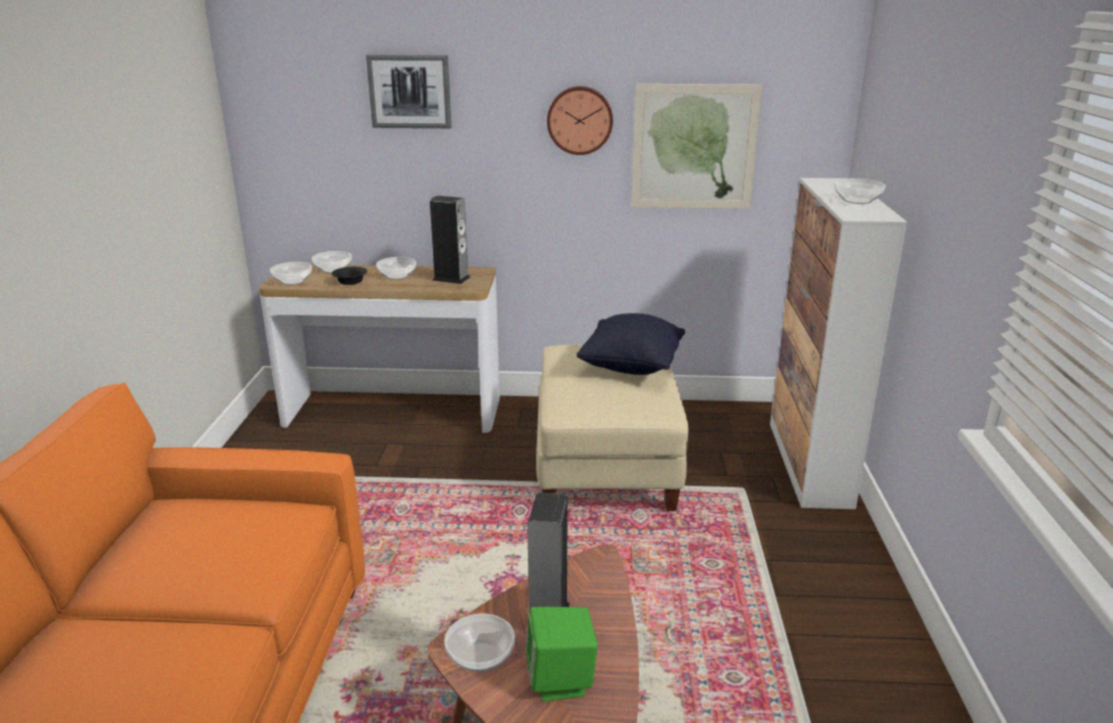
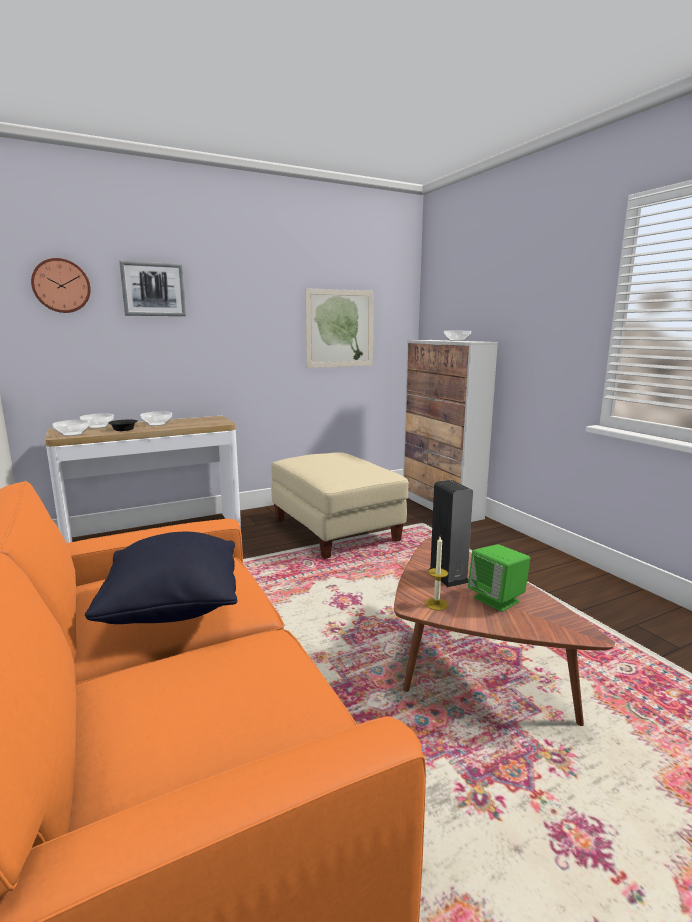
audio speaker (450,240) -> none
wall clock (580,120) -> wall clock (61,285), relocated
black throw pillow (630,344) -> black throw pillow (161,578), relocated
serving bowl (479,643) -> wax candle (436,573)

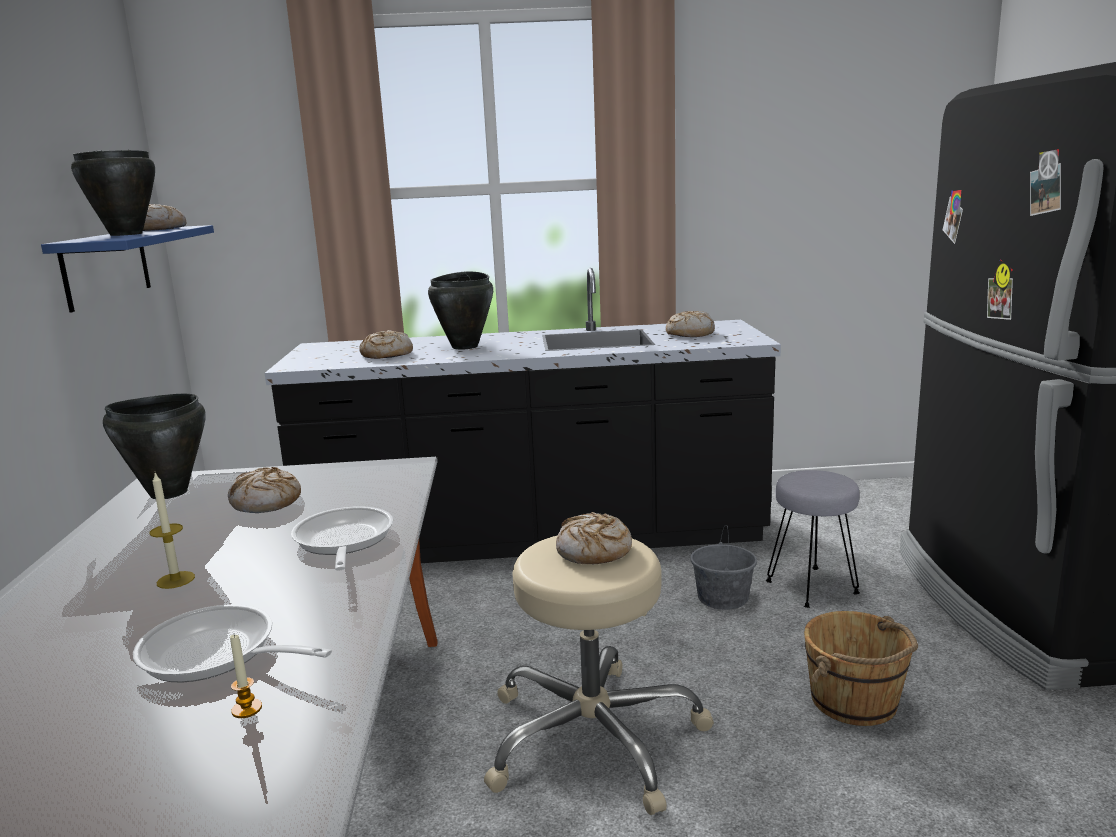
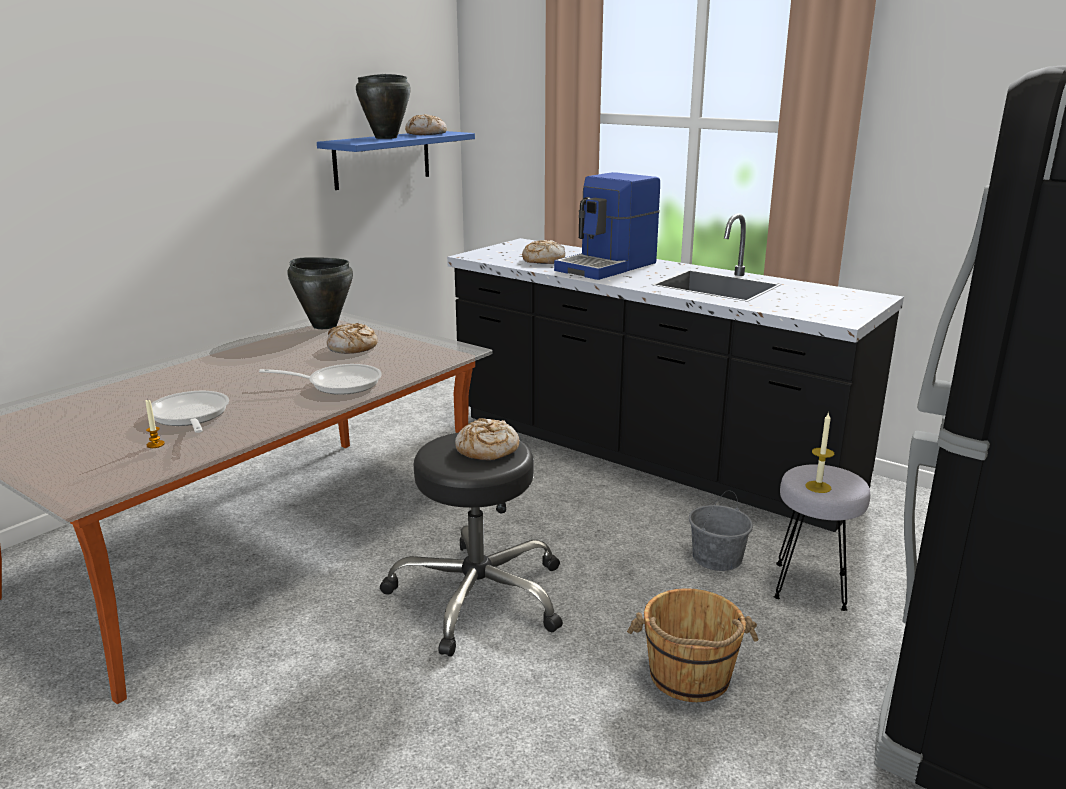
bakery bread (690,324) -> none
wax candle (172,531) -> wax candle (819,452), relocated
black stockpot (460,310) -> coffee brewer (607,226)
sand-coloured stool seat (599,675) -> black stool seat (471,544)
frying pan (342,538) -> frying pan (320,379), 60 degrees clockwise

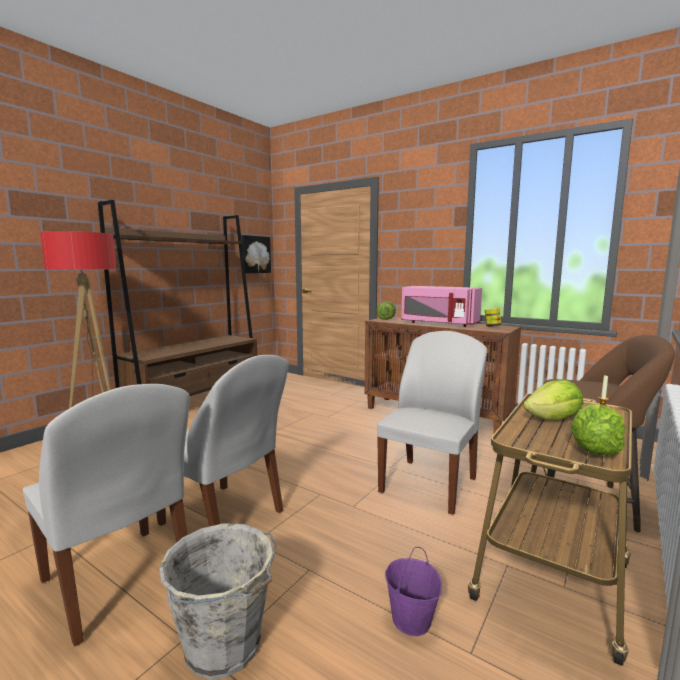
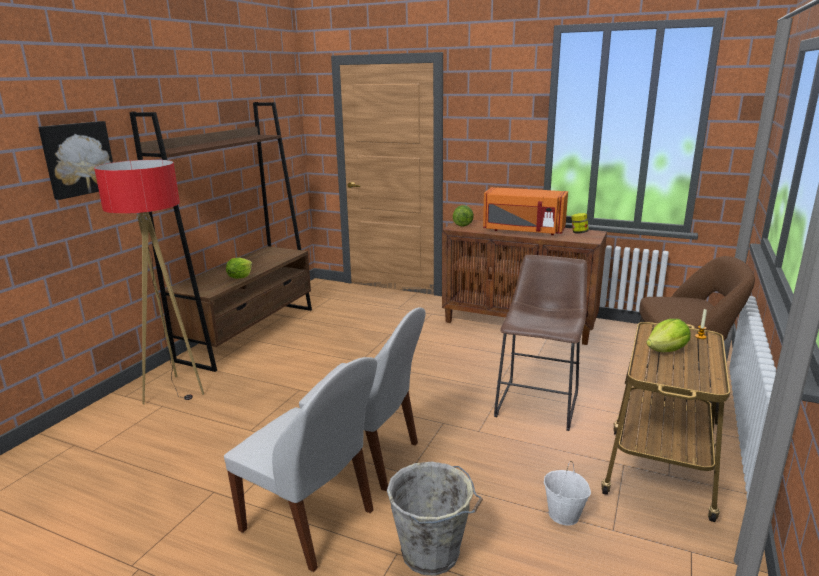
picture (256,254) -> picture (75,160), relocated
head of lettuce (598,429) -> head of lettuce (239,268), relocated
white-coloured plain chair (432,423) -> brown stool seat (540,343)
purplish pail (413,591) -> white-coloured pail (567,493)
pinkish kitchen microwave (441,306) -> orange-coloured kitchen microwave (525,211)

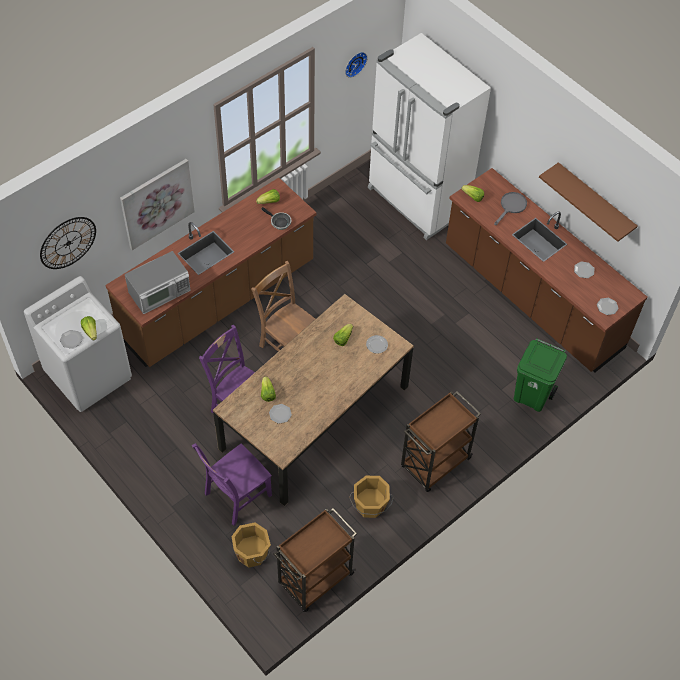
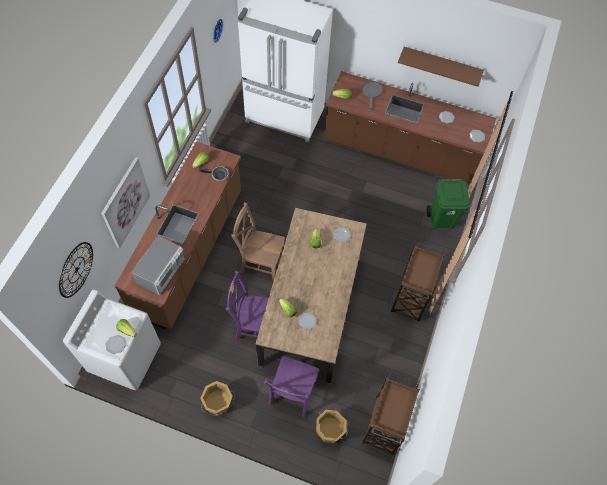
orange-coloured pail (371,497) -> orange-coloured pail (217,398), relocated

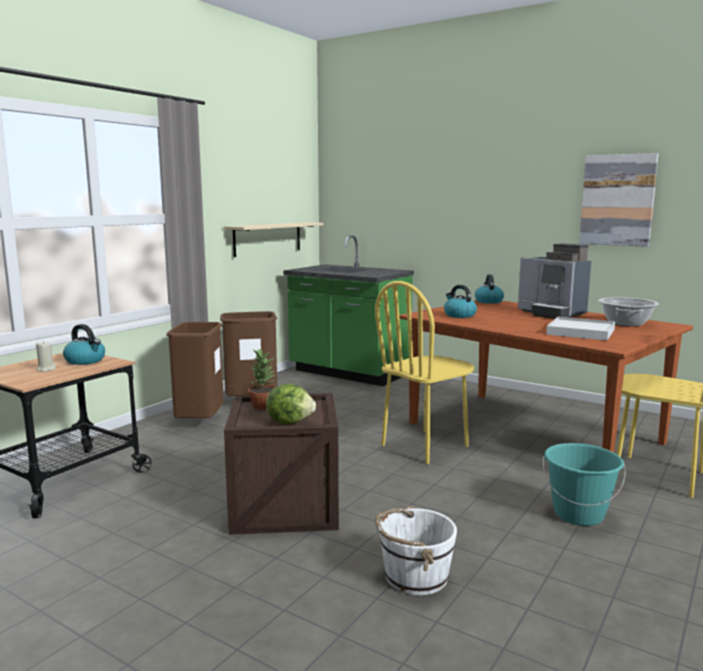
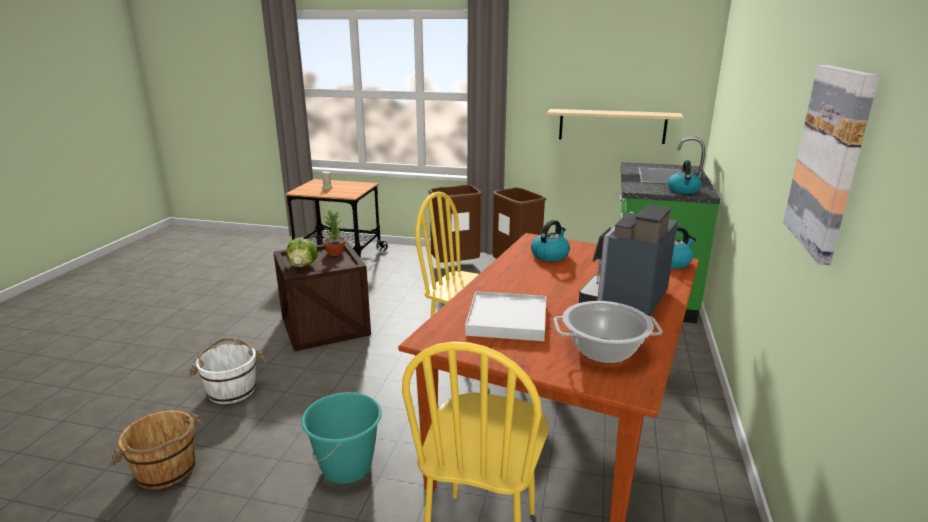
none -> brown pail (157,450)
water kettle (84,344) -> water kettle (685,177), relocated

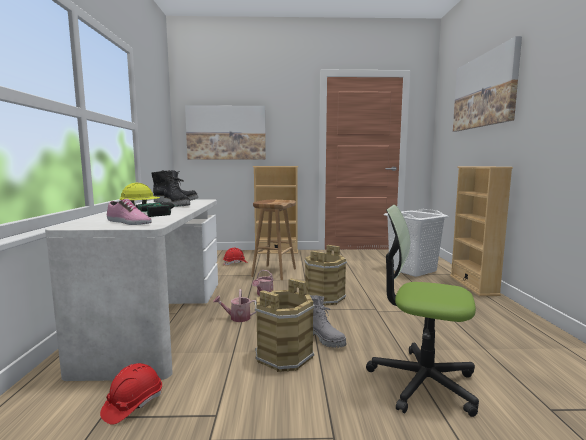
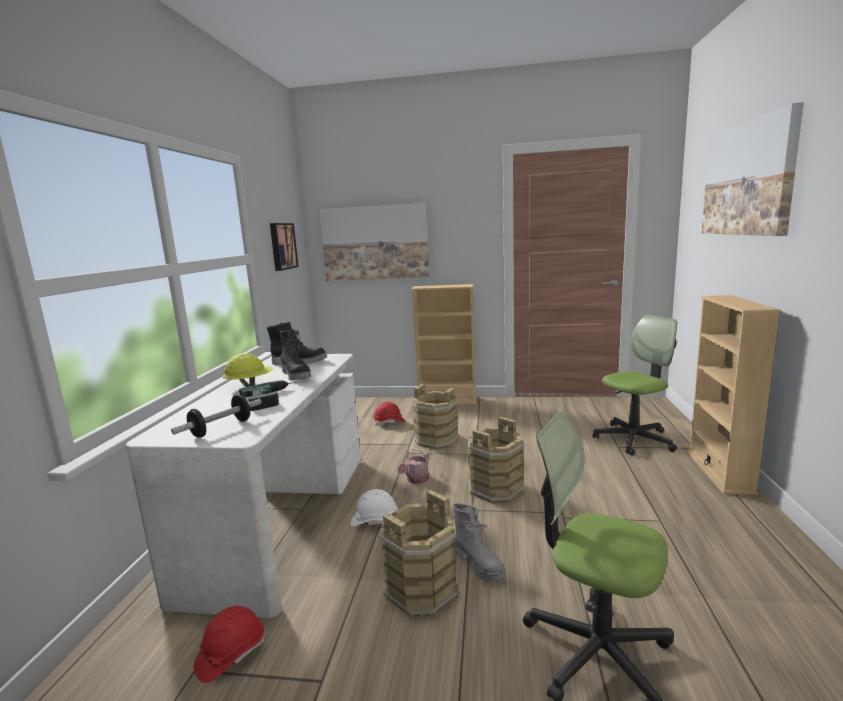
none -> picture (284,247)
shoe (129,212) -> hand weight (216,416)
watering pot (235,305) -> white-coloured safety helmet (374,507)
brown stool seat (273,240) -> brown pail (435,416)
white-coloured laundry basket (416,243) -> computer chair (635,385)

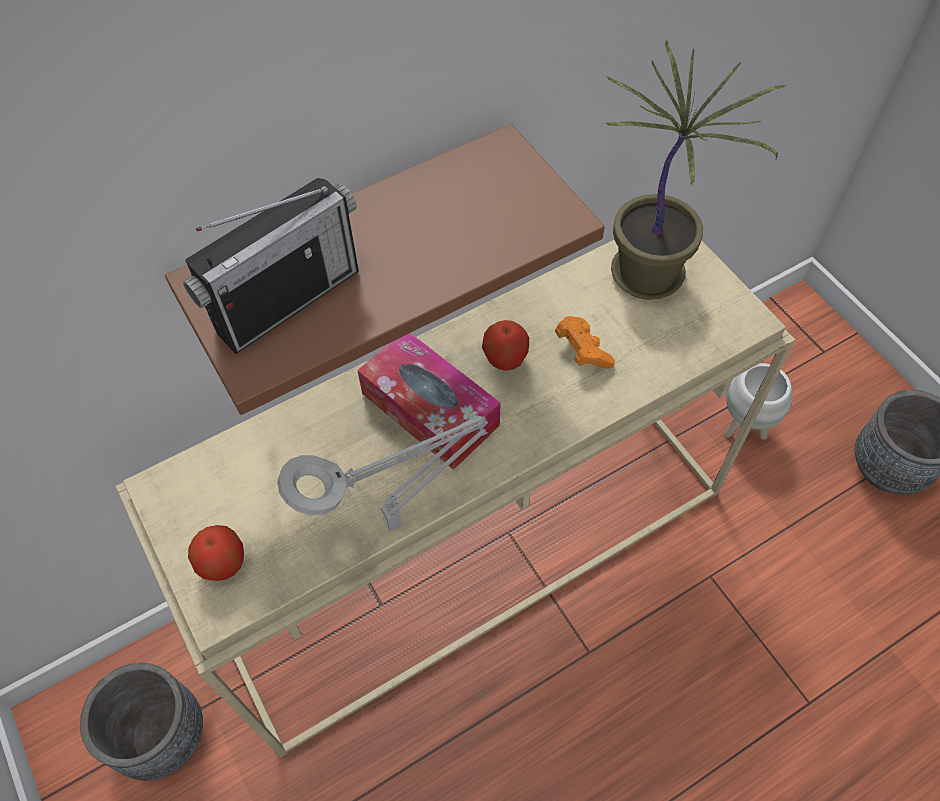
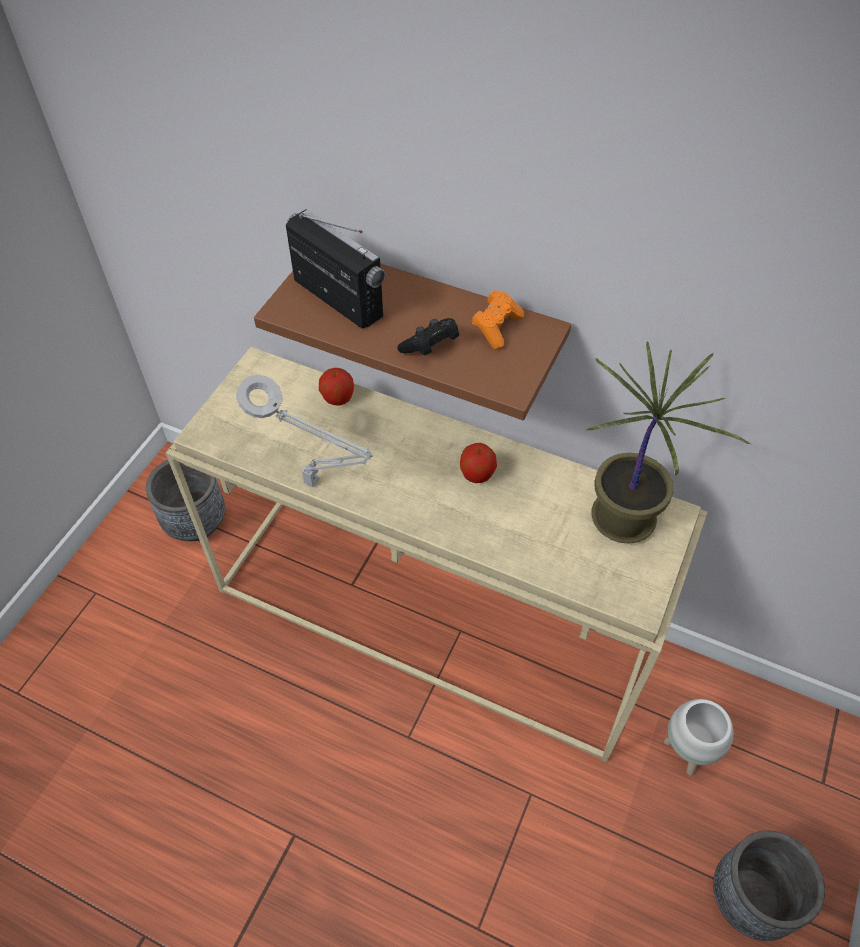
box of tissues (429,401) -> none
none -> black game controller (428,337)
whole apple (216,553) -> whole apple (336,387), relocated
orange-coloured game controller (585,342) -> orange-coloured game controller (498,319), relocated
radio set (271,266) -> radio set (336,269), 150 degrees counterclockwise

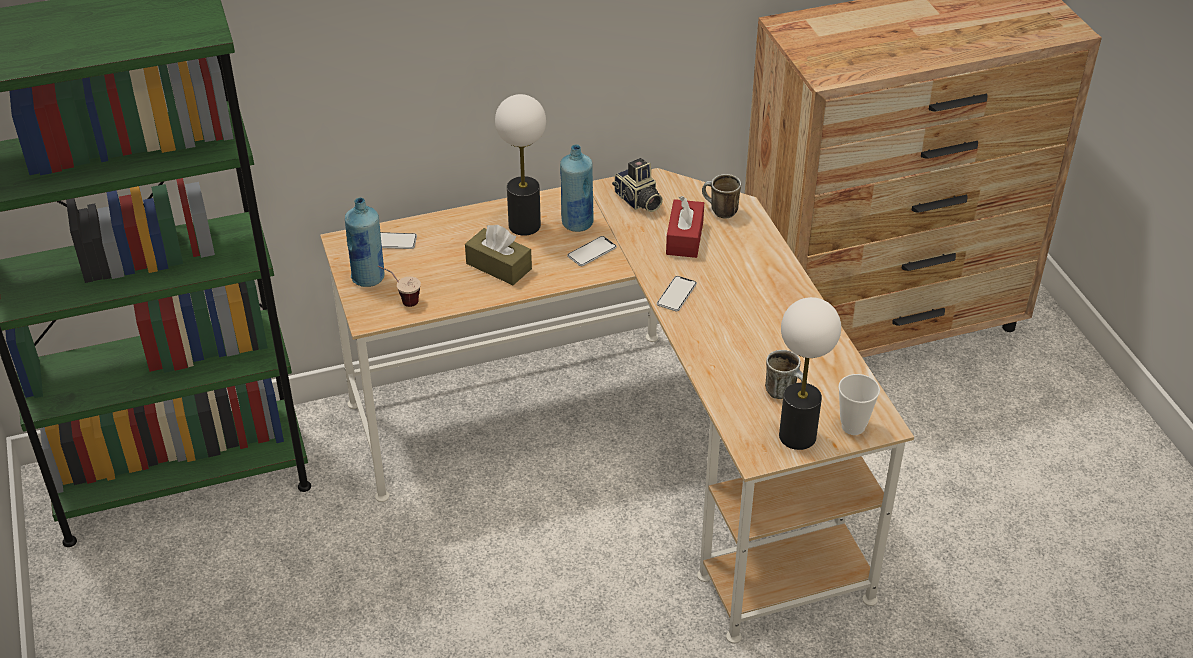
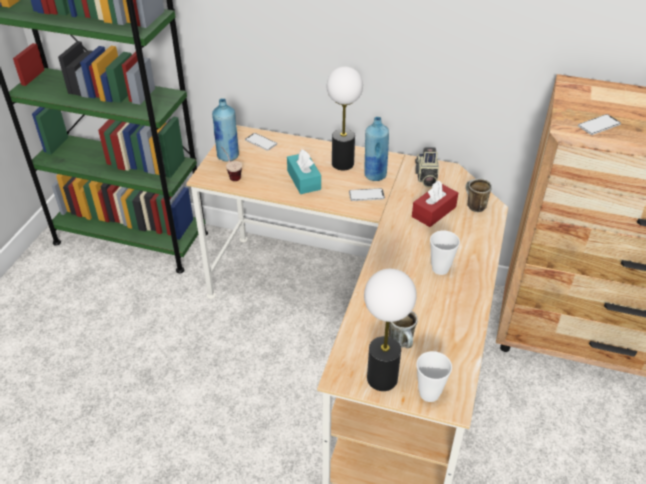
none -> cup (445,253)
telephone (677,293) -> telephone (599,124), relocated
brown box of tissues (498,255) -> turquoise box of tissues (304,171)

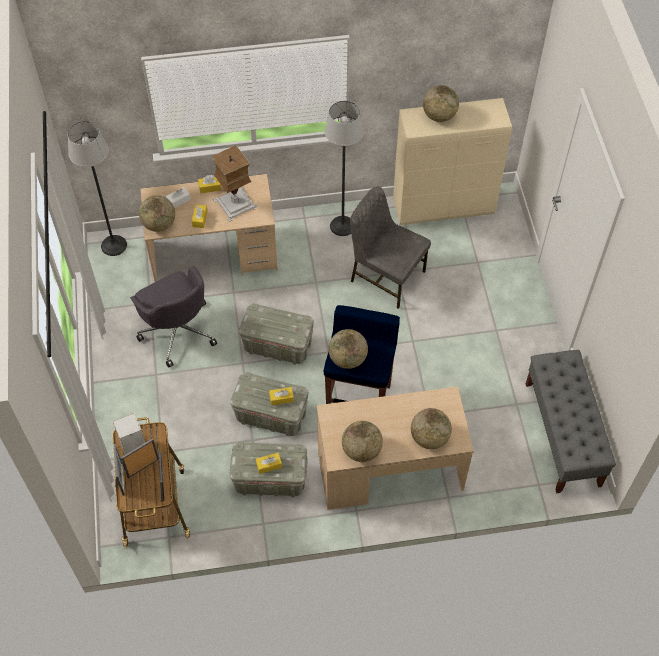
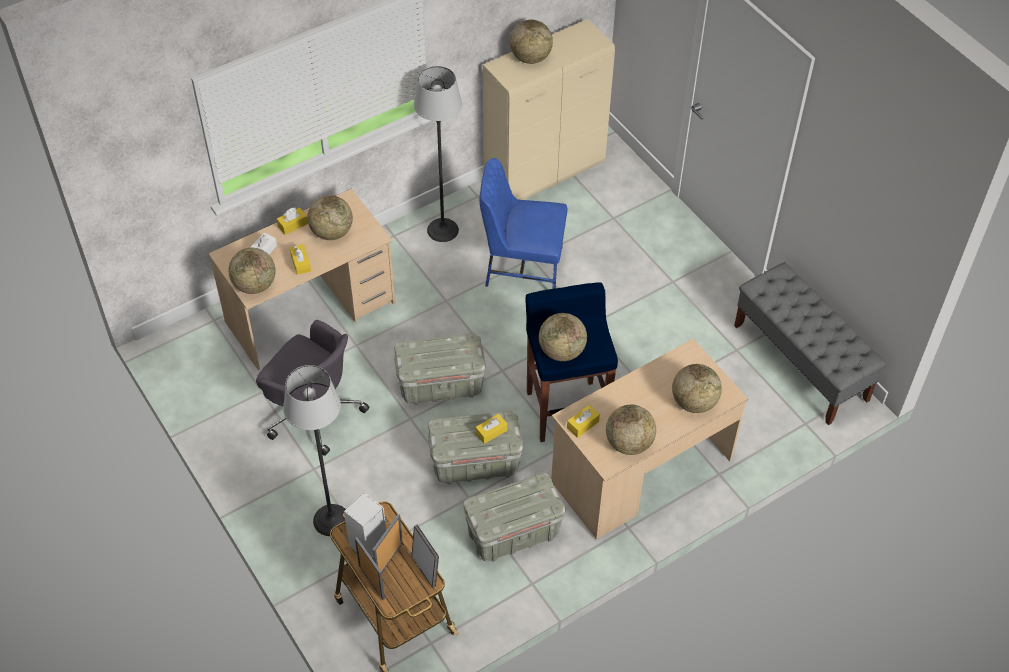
standing lamp (97,188) -> standing lamp (314,450), relocated
yellow-coloured box of tissues (269,463) -> yellow-coloured box of tissues (583,421), relocated
table lamp (234,183) -> globe (330,217)
gray plain chair (390,247) -> blue plain chair (523,223)

